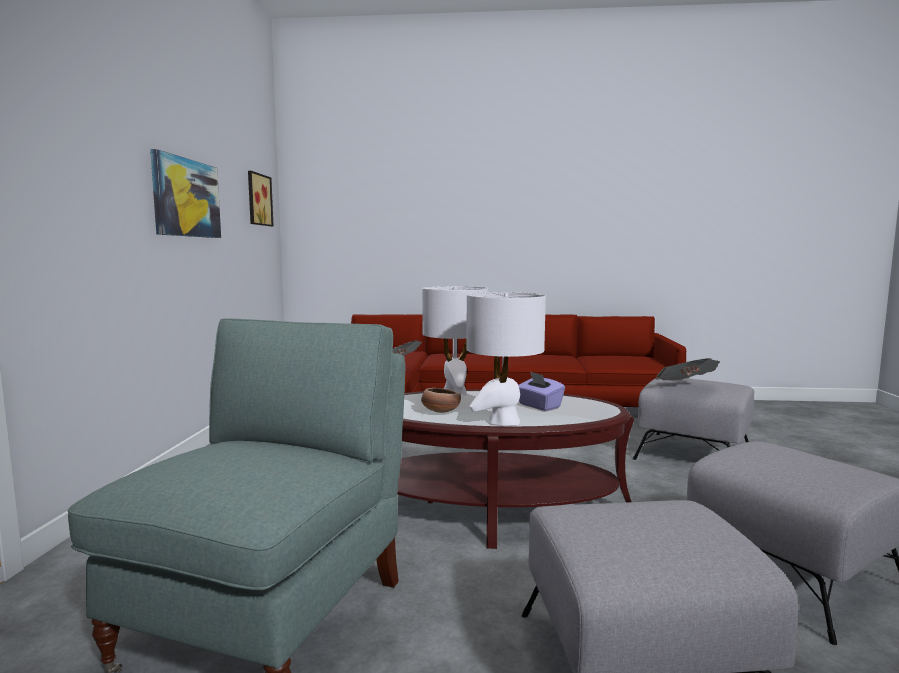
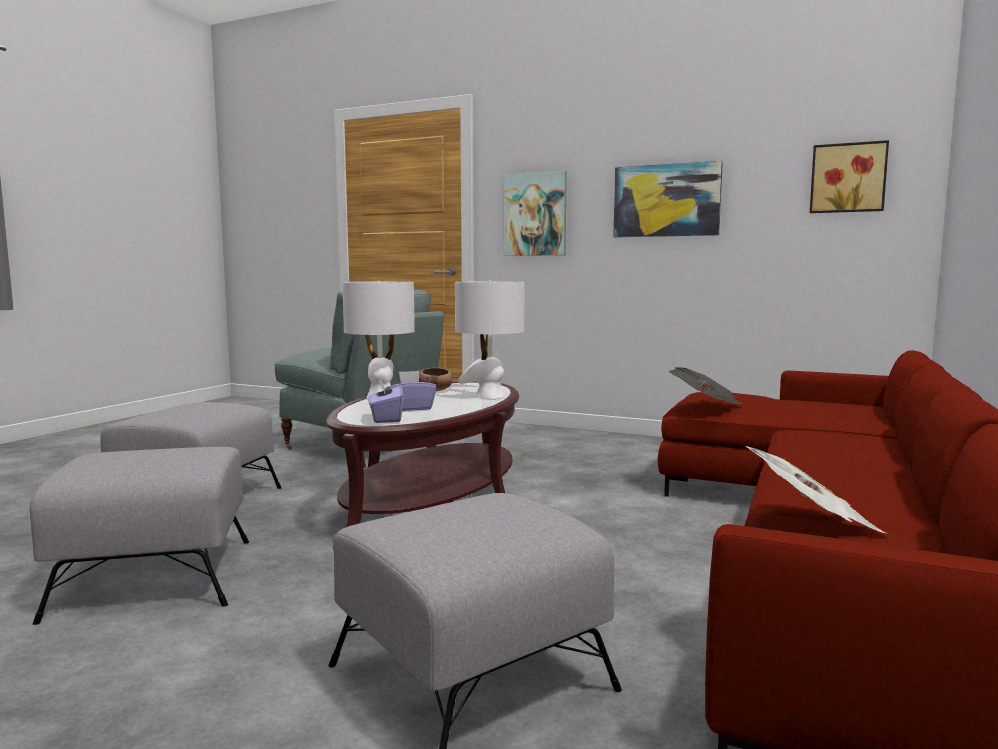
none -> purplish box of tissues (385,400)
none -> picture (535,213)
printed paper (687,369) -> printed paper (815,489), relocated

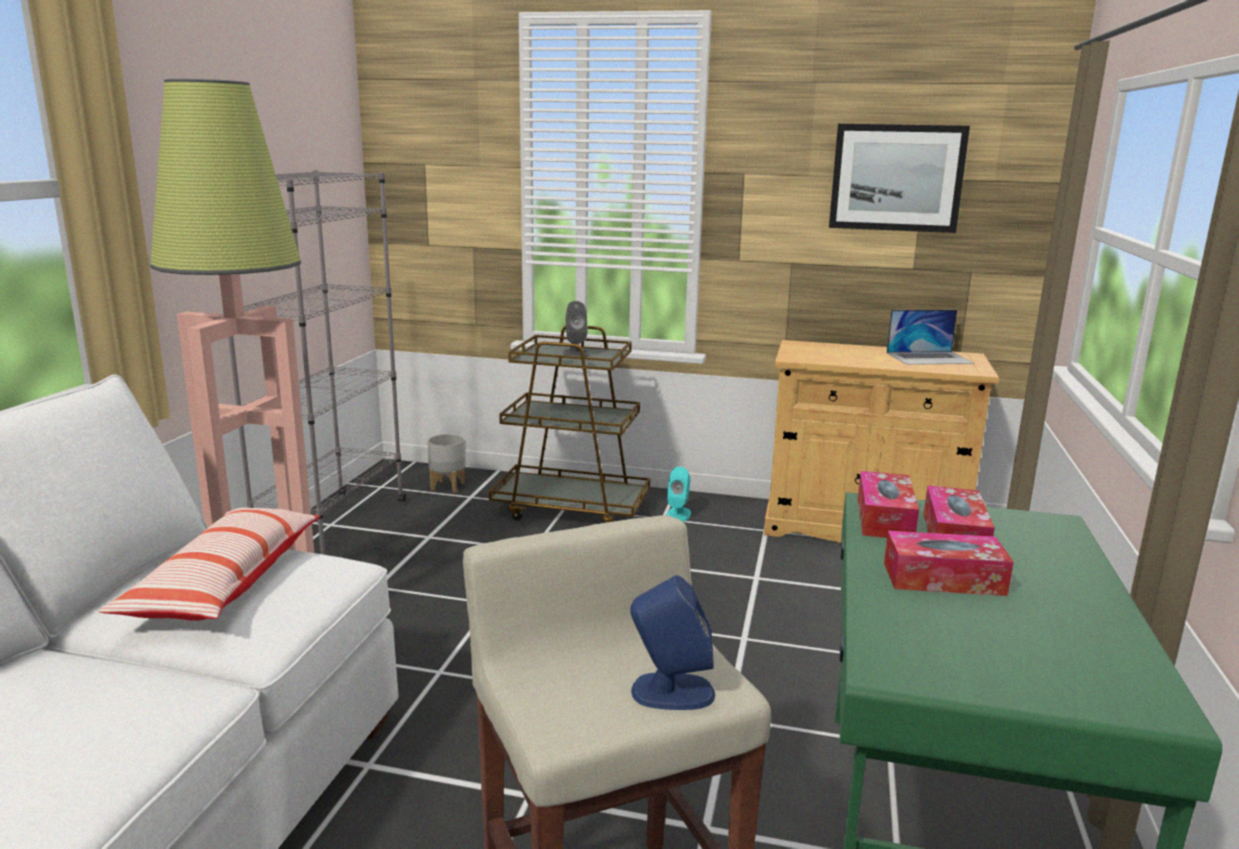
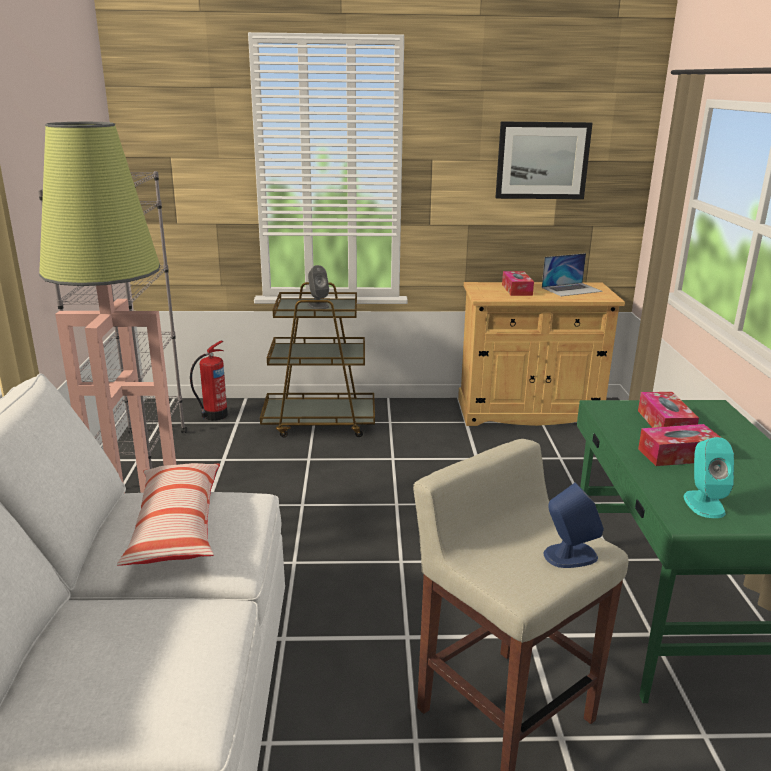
turquoise audio speaker (678,494) -> turquoise audio speaker (709,477), relocated
box of tissues (888,504) -> box of tissues (518,283), relocated
gray planter (446,463) -> extinguisher (209,380)

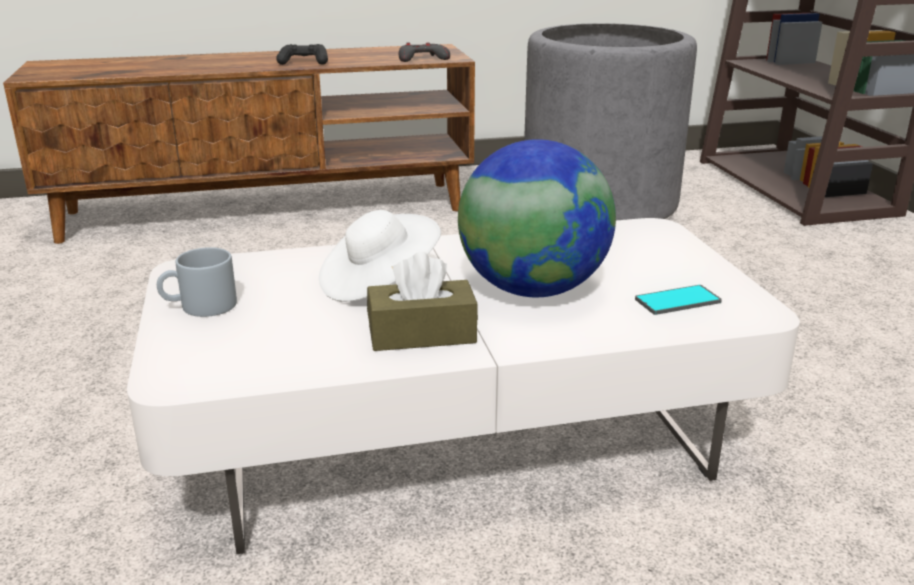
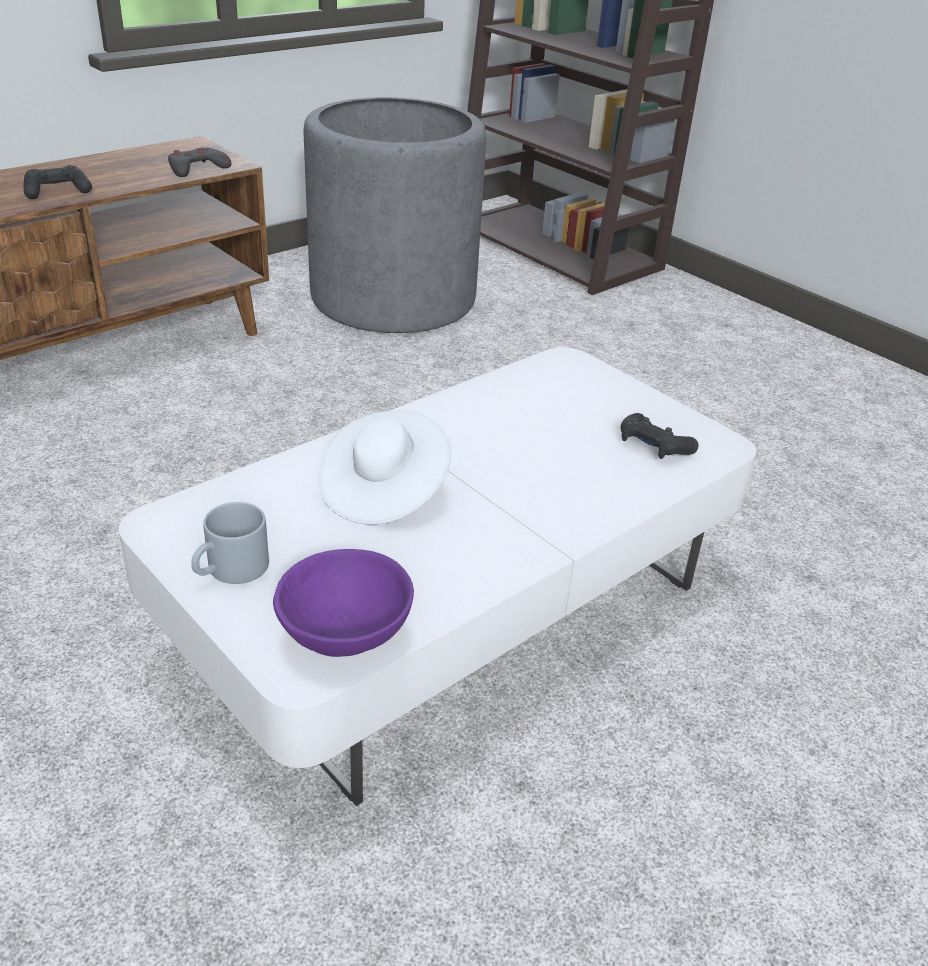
brown box of tissues (422,301) -> none
globe (537,218) -> none
none -> purplish serving bowl (343,603)
telephone (678,300) -> black game controller (659,436)

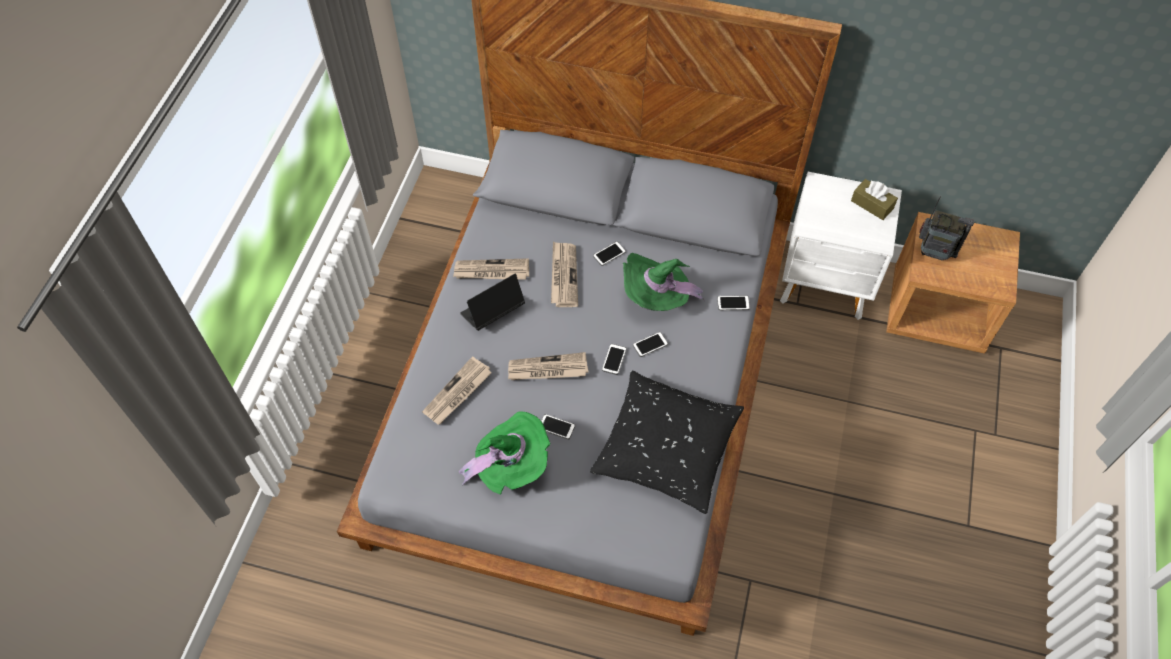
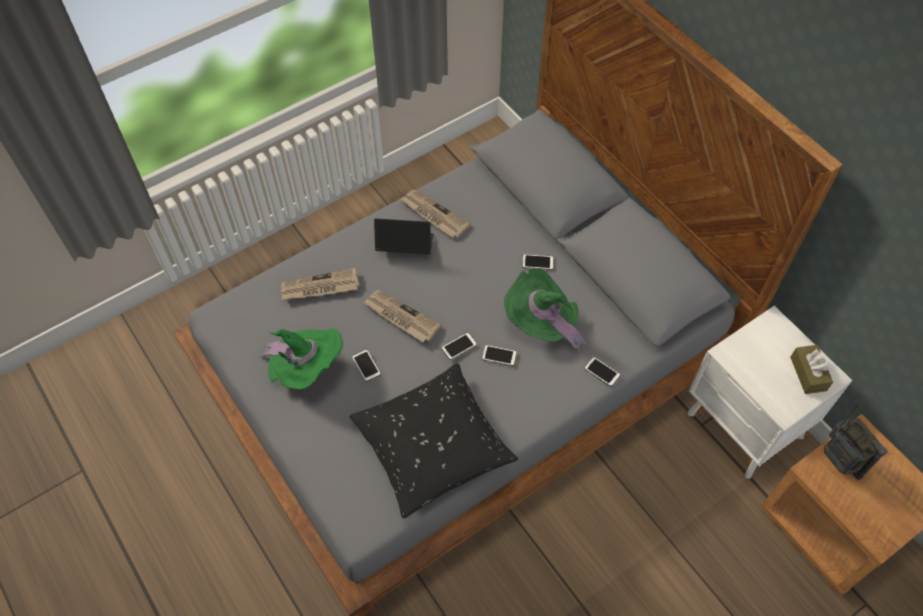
printed paper (564,274) -> none

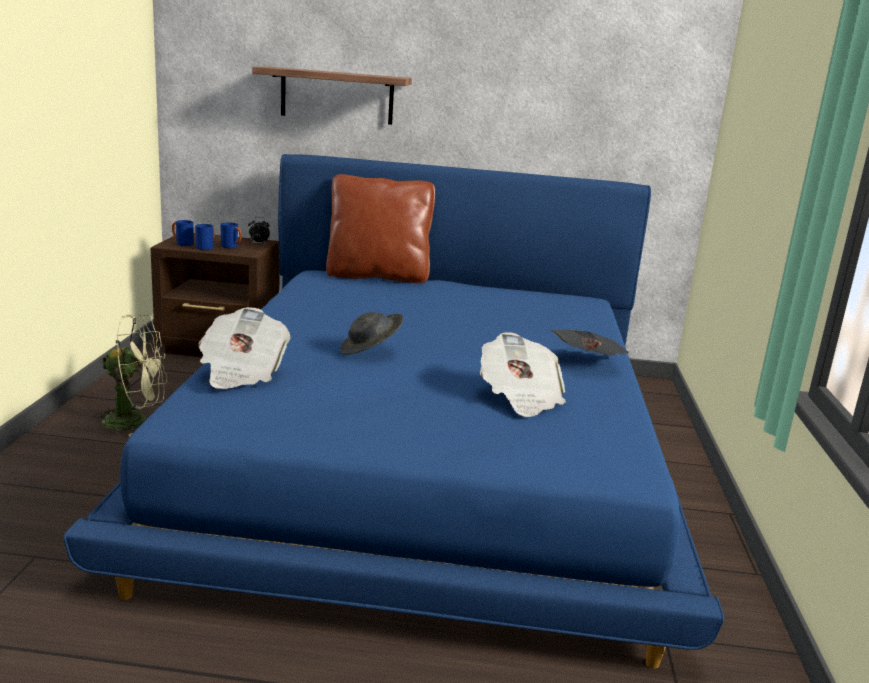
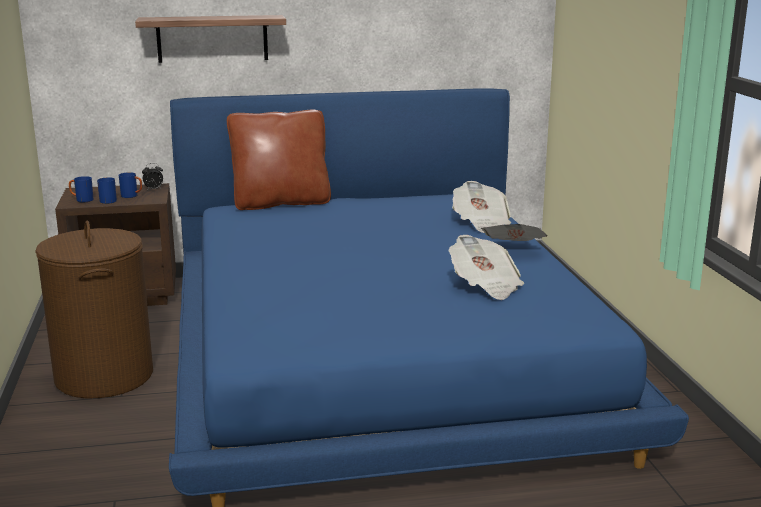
gray hat (371,333) -> none
printed paper (244,348) -> printed paper (481,207), relocated
green-coloured cooling fan (129,375) -> brown laundry basket (94,309)

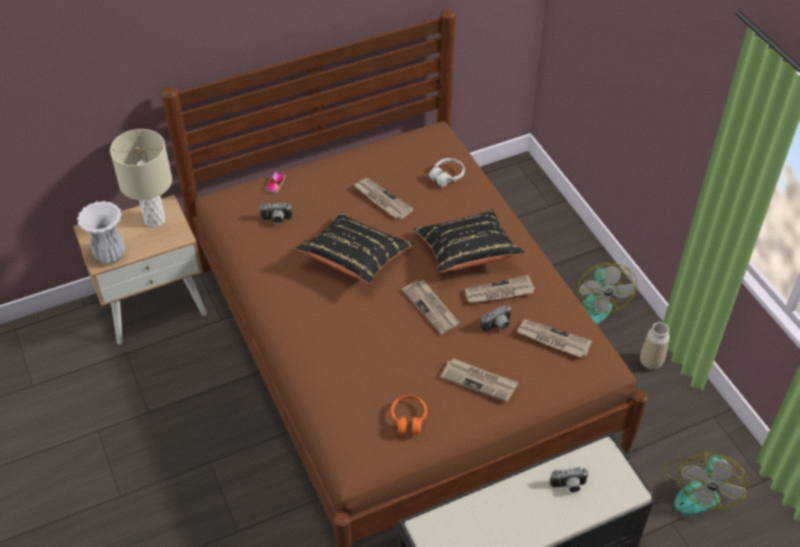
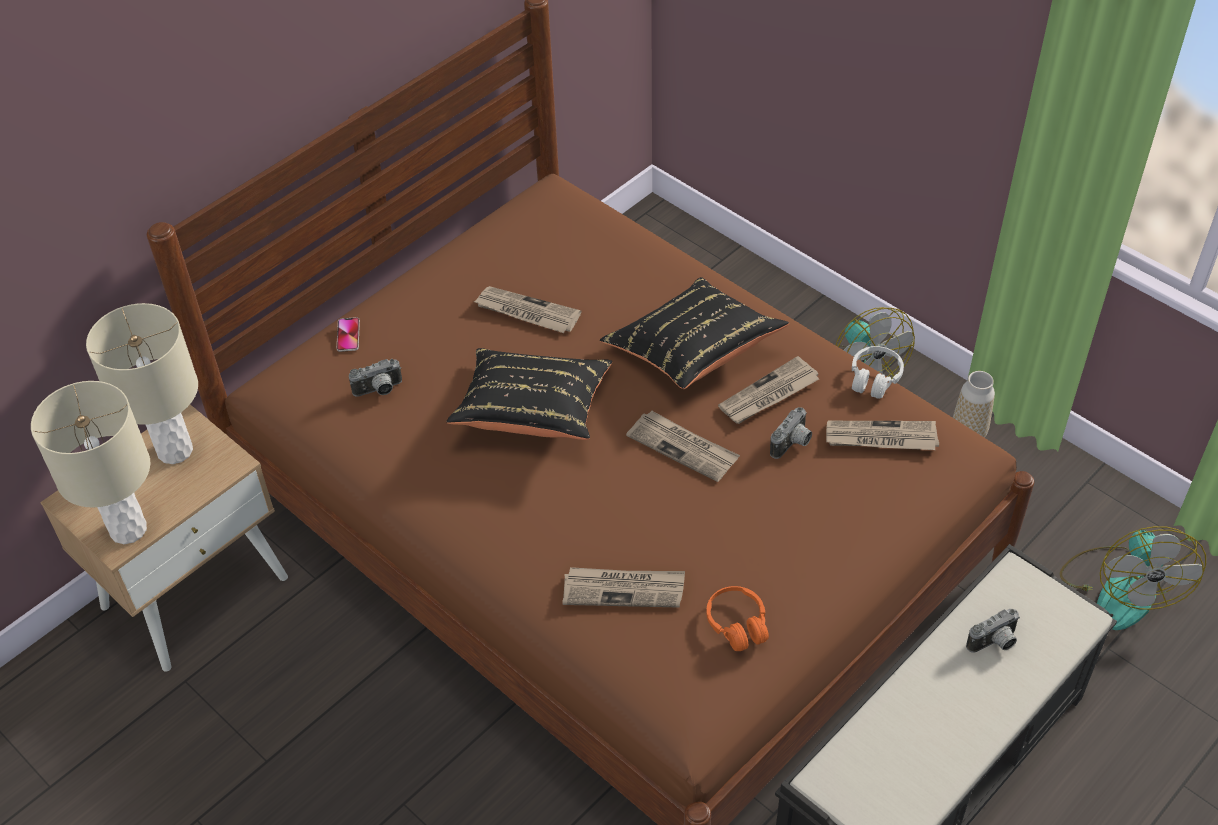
white-coloured headset (447,172) -> white-coloured headset (878,372), relocated
printed paper (479,380) -> printed paper (624,587), relocated
white-coloured vase (101,232) -> sand-coloured table lamp (90,462)

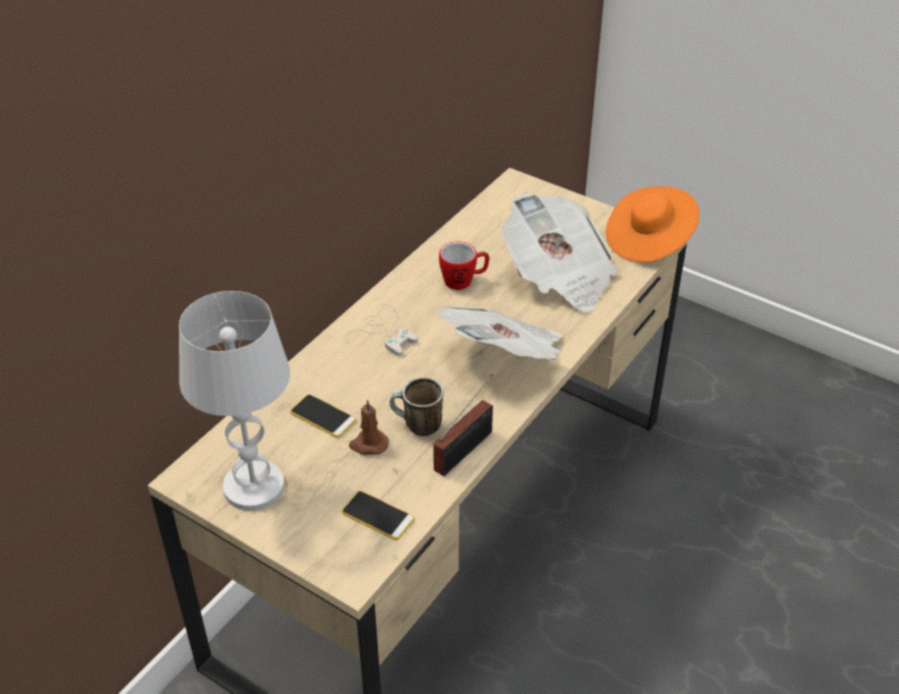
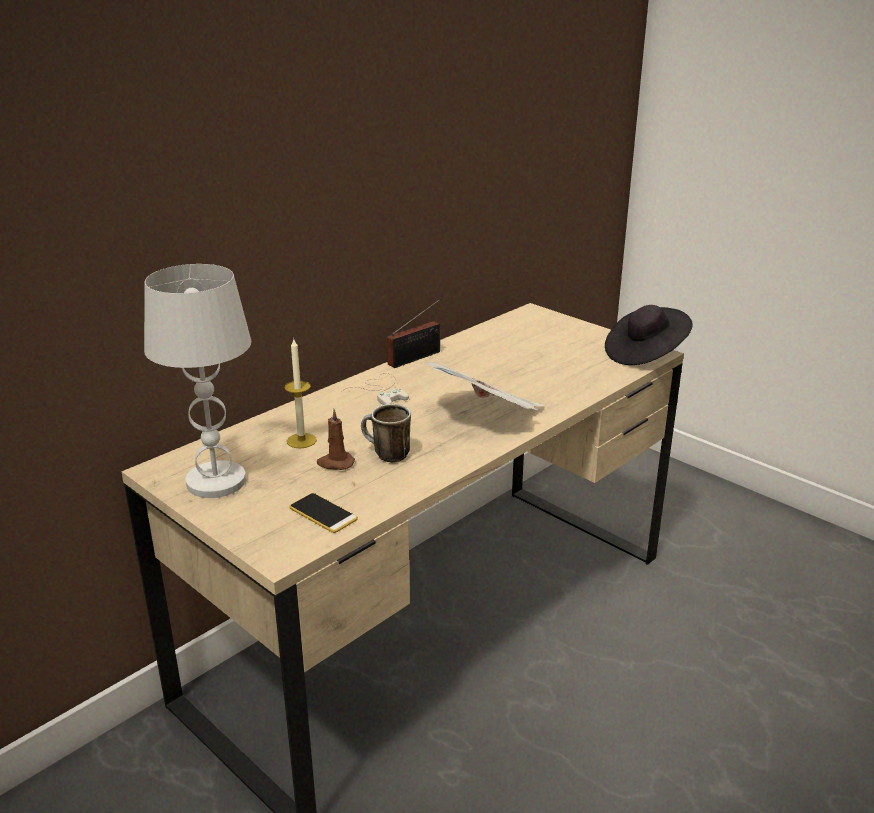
coffee mug (464,265) -> none
printed paper (560,252) -> none
radio set (463,425) -> radio set (414,333), relocated
telephone (323,416) -> wax candle (300,393)
orange-coloured hat (652,224) -> black hat (649,335)

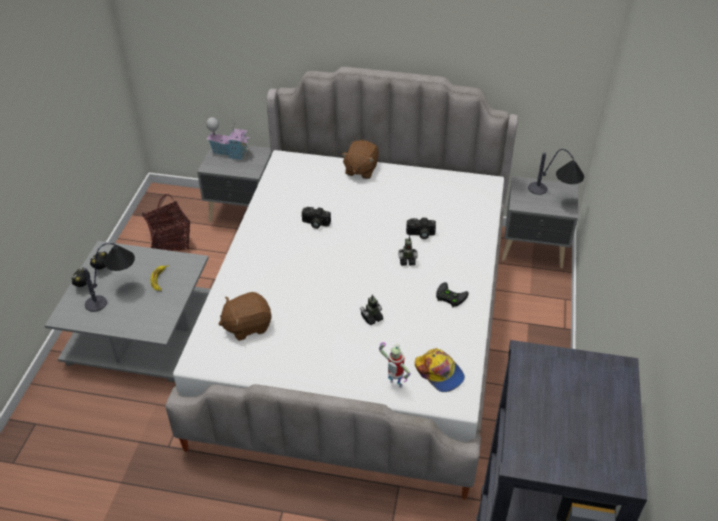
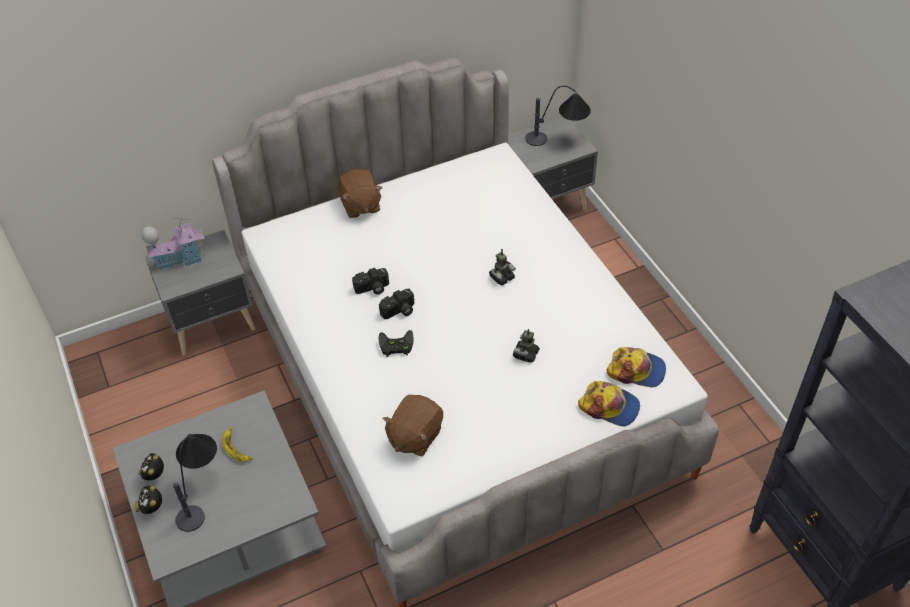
basket (166,222) -> none
still camera (421,228) -> still camera (396,304), relocated
black game controller (452,295) -> black game controller (396,343), relocated
toy robot (395,365) -> peaked cap (609,403)

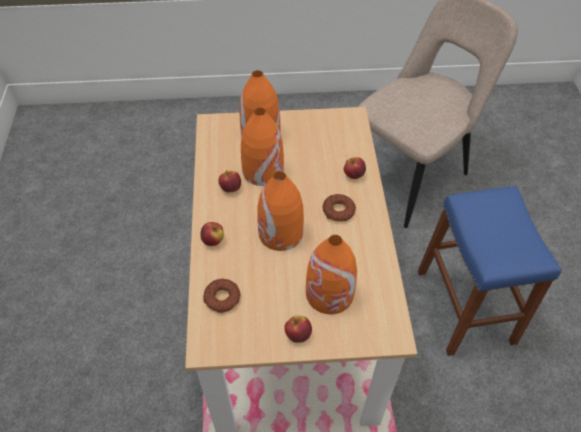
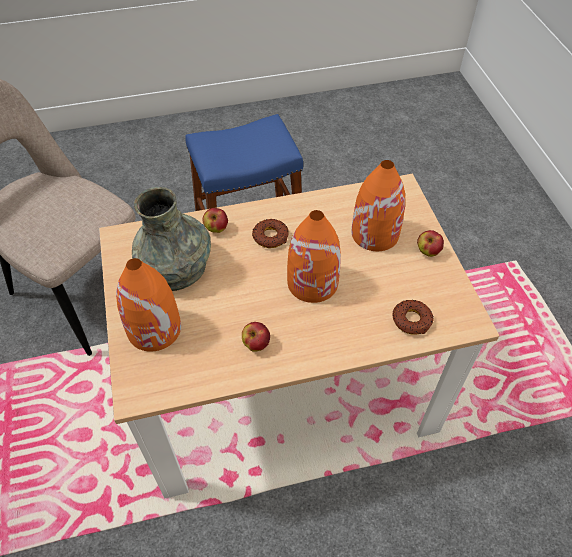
whole apple (212,234) -> none
orange-coloured vase (262,147) -> none
none -> gray vase (171,239)

